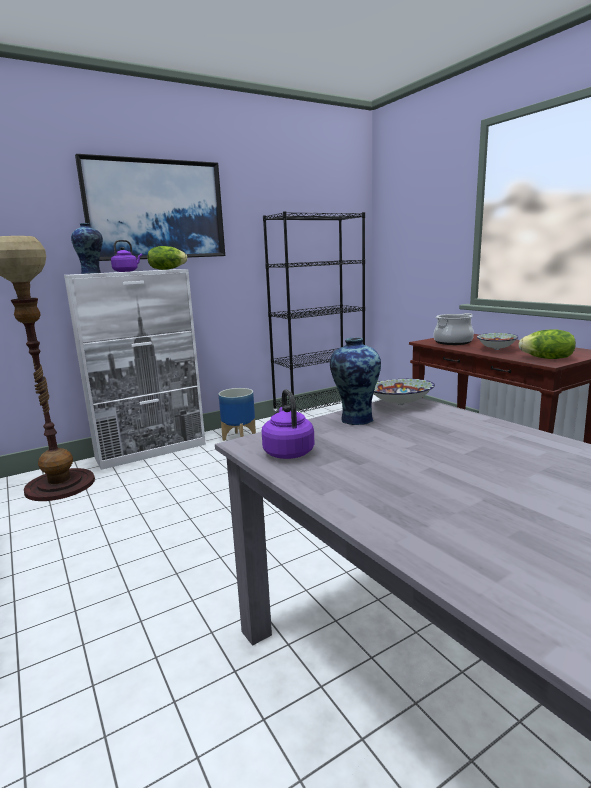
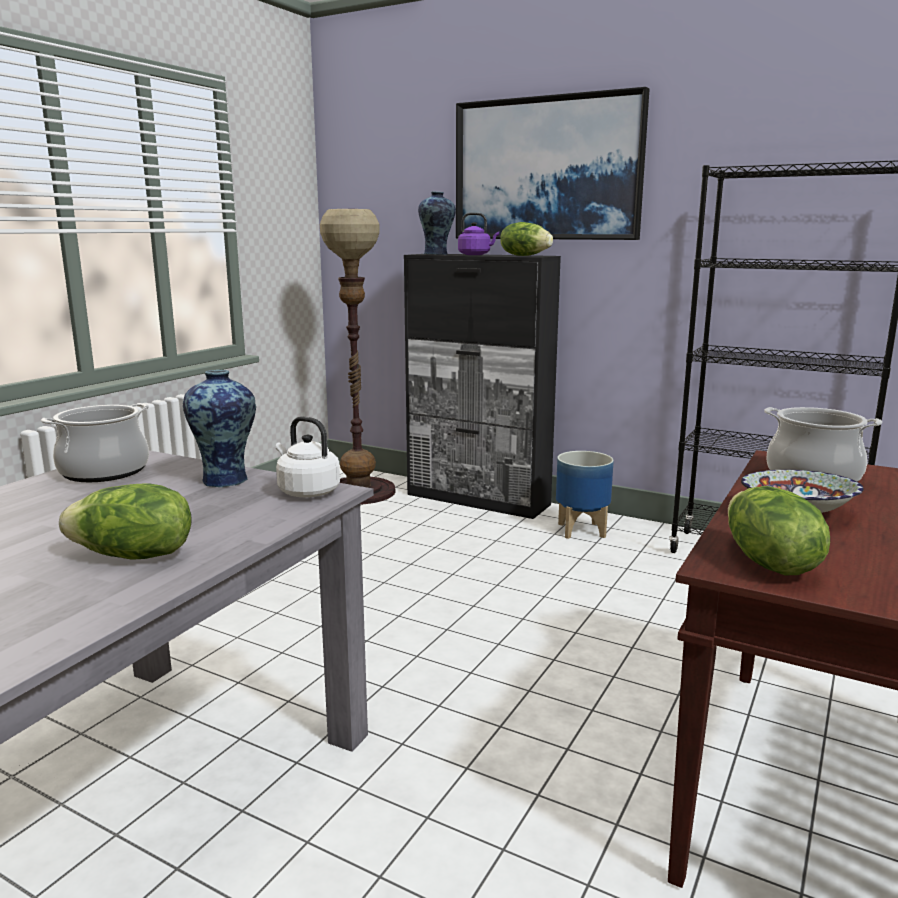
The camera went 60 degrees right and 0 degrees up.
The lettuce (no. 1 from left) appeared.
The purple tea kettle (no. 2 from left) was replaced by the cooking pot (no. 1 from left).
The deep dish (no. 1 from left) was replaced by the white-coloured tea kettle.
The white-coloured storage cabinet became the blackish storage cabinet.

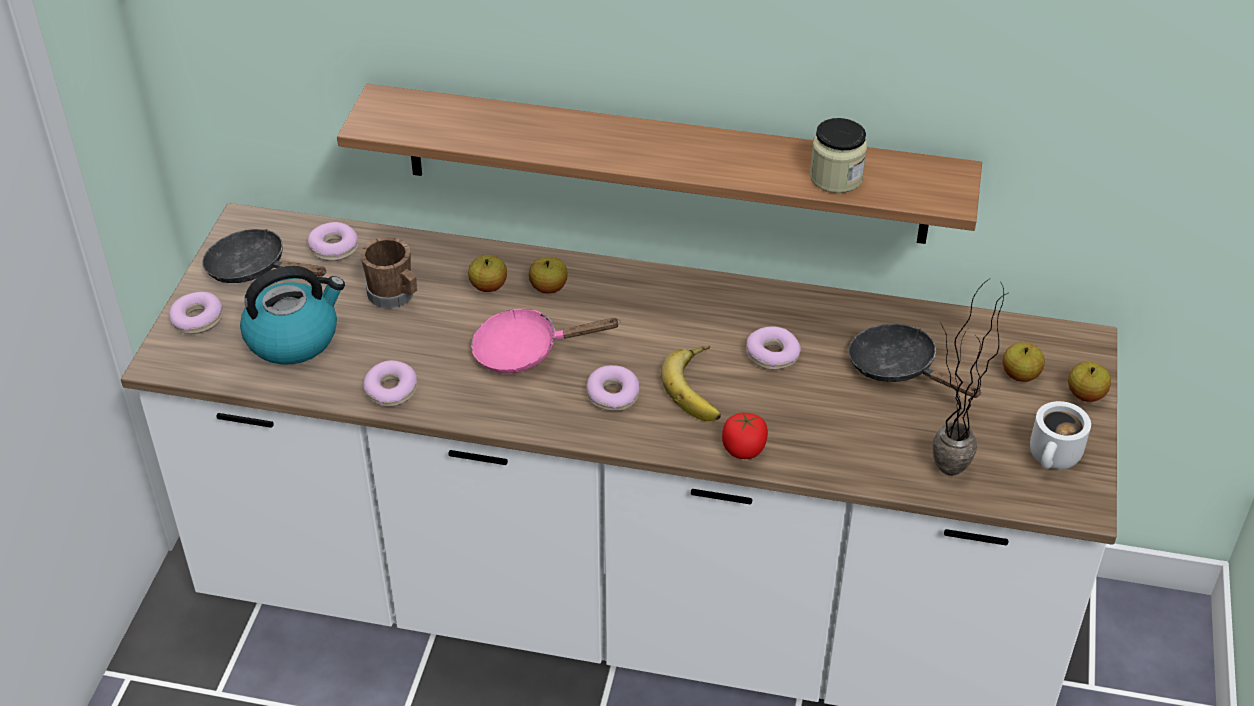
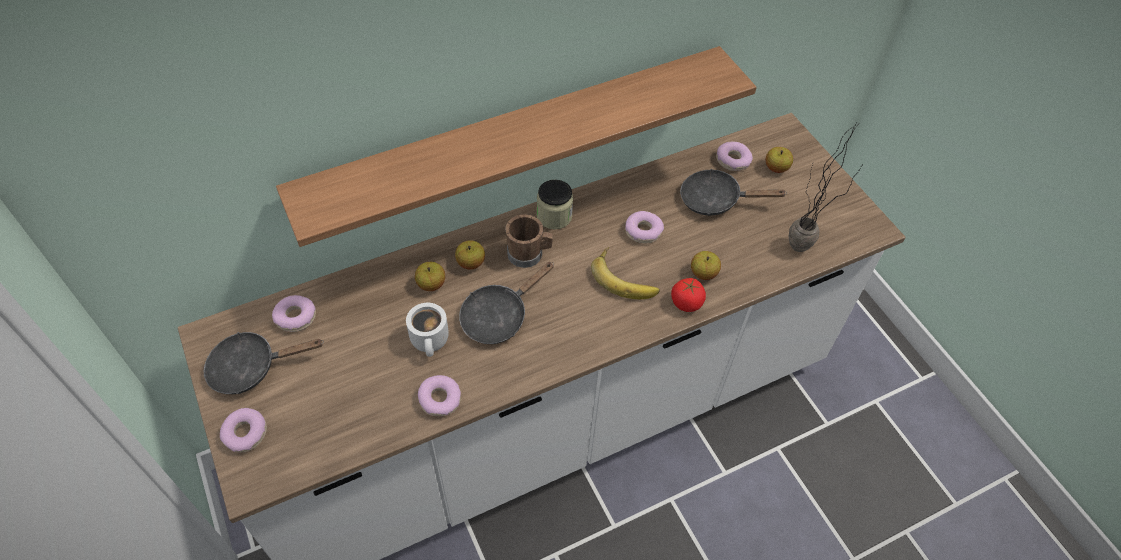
The camera went 40 degrees left and 10 degrees up.
The tea kettle disappeared.
The brown-coloured tea mug moved.
The ring doughnut (no. 4 from left in the first image) moved.
The preserve jar moved.
The white-coloured tea mug moved.
The whole apple (no. 4 from left in the first image) moved.
The pinkish frying pan became the blackish frying pan (no. 2 from left).

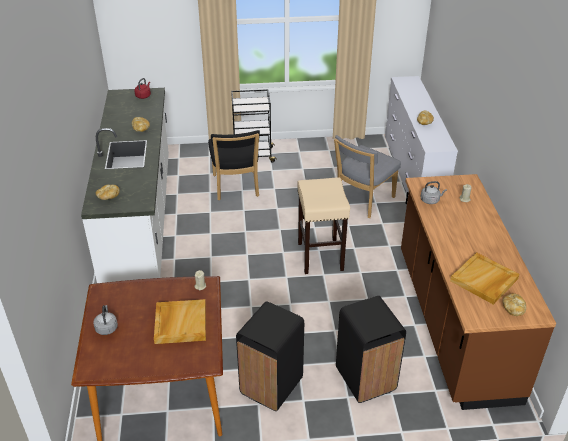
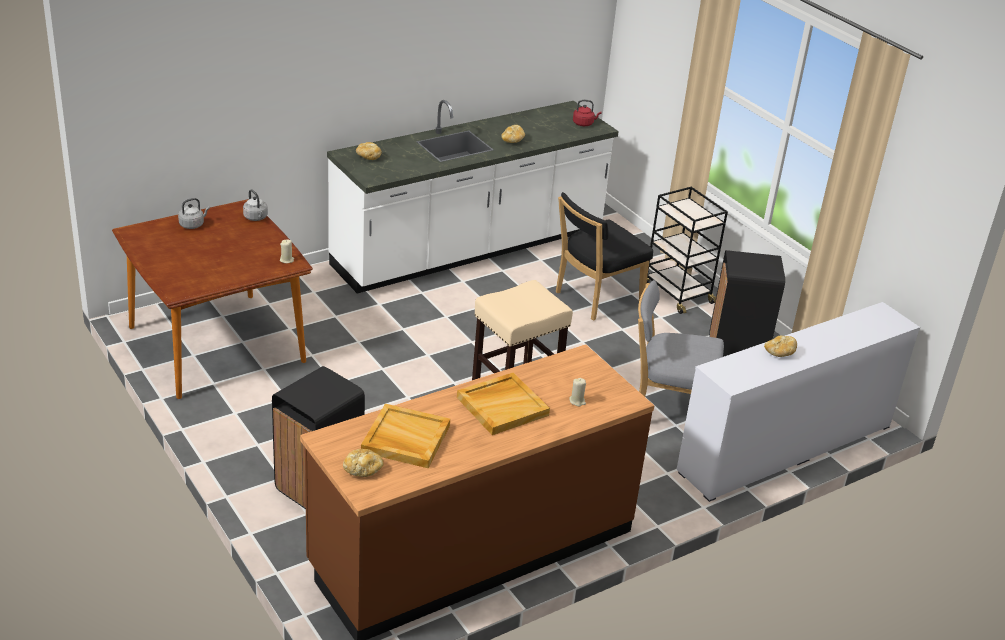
The camera went 60 degrees right and 5 degrees down.
The beige-coloured tray (no. 1 from left in the first image) moved.
The blackish waste bin (no. 1 from left in the first image) moved.
The grey tea kettle (no. 2 from left) moved.

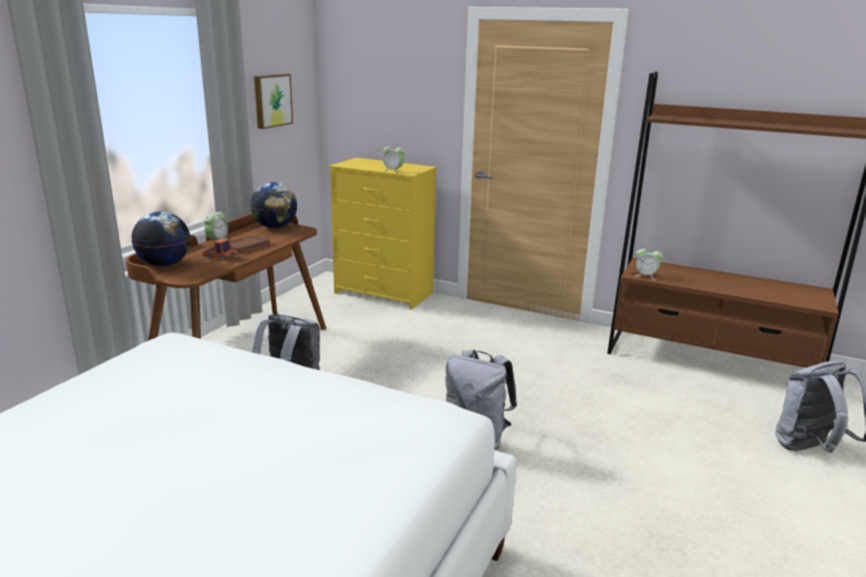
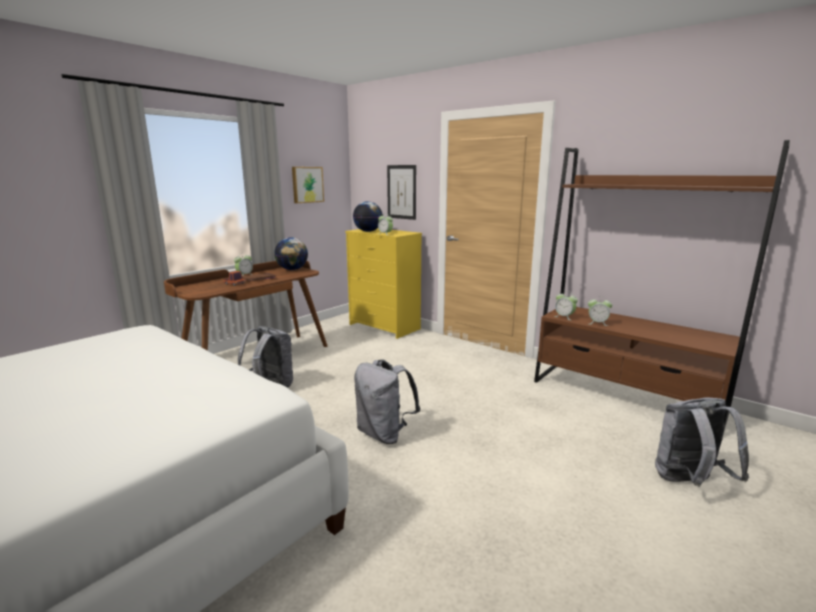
The camera went 15 degrees right and 5 degrees down.
The wall art (no. 2 from left) appeared.
The alarm clock (no. 4 from left) appeared.
The desk globe (no. 1 from left in the first image) moved.

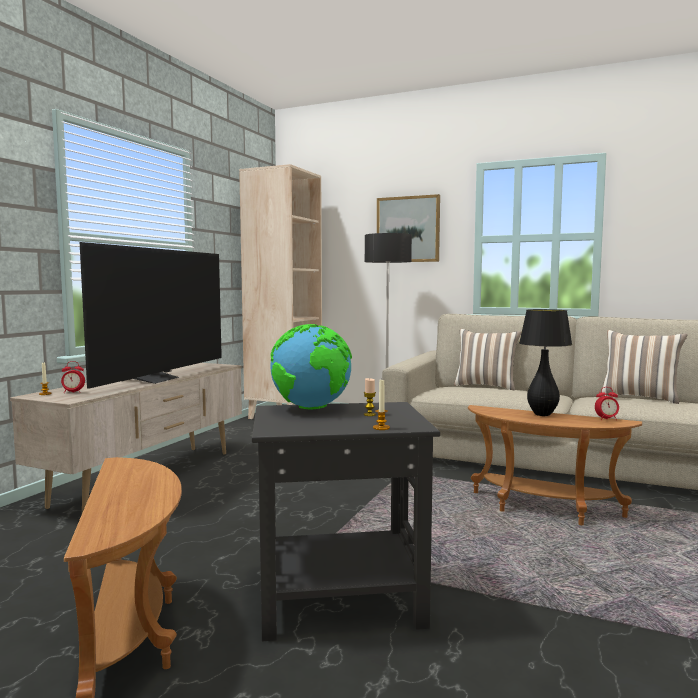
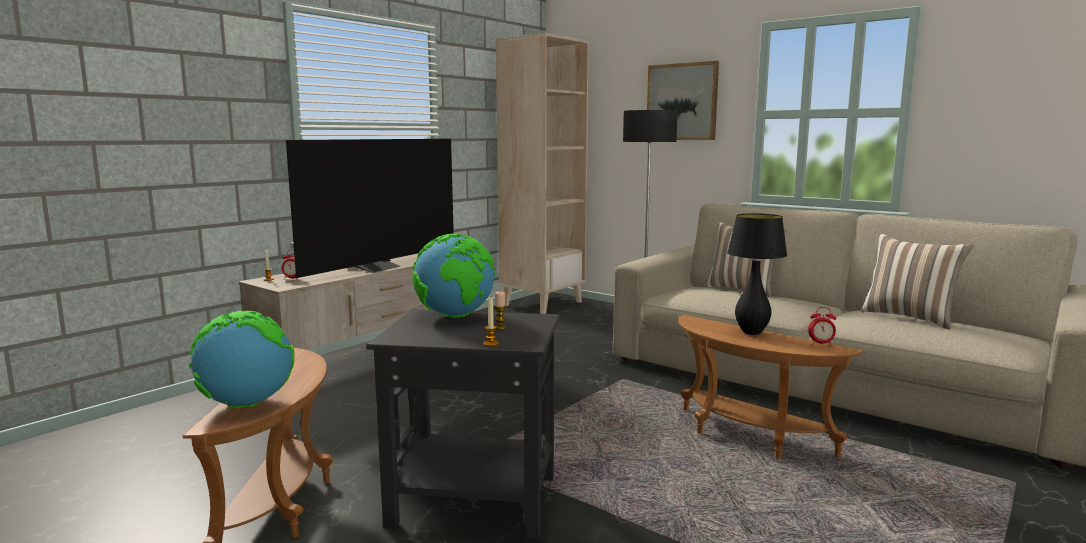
The camera went 15 degrees right and 5 degrees up.
The desk globe (no. 1 from left) appeared.

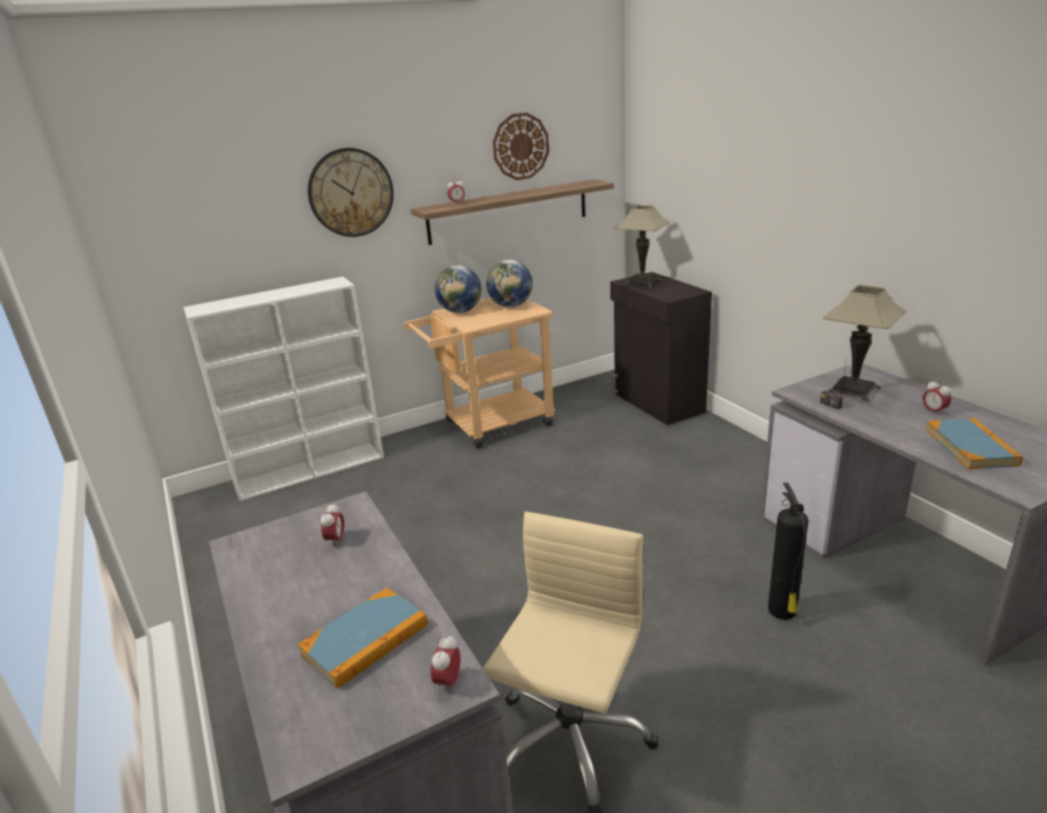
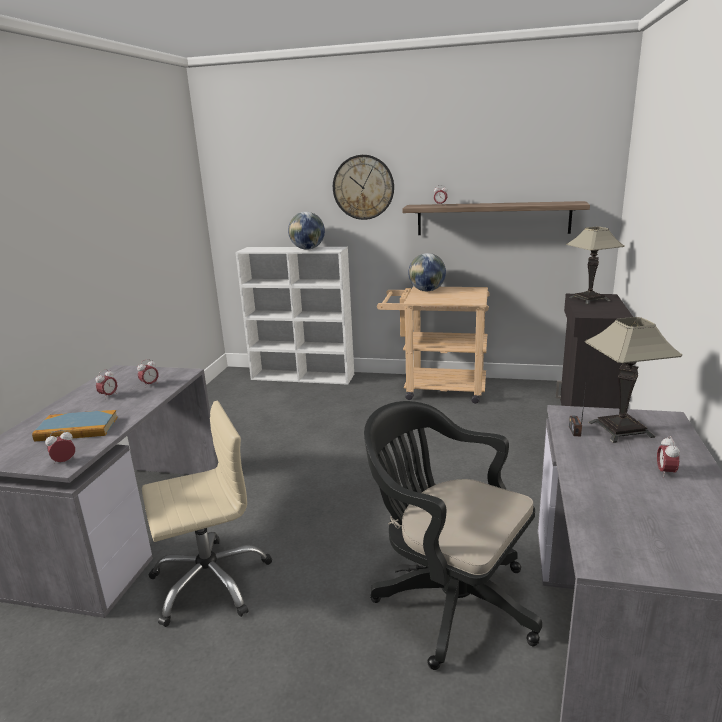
The camera went 40 degrees right and 5 degrees down.
The clock on the wall (no. 2 from left) disappeared.
The bound book (no. 2 from left) disappeared.
The alarm clock (no. 2 from left) appeared.
The desk globe (no. 2 from left in the first image) moved.
The fire extinguisher was replaced by the blackish office chair.

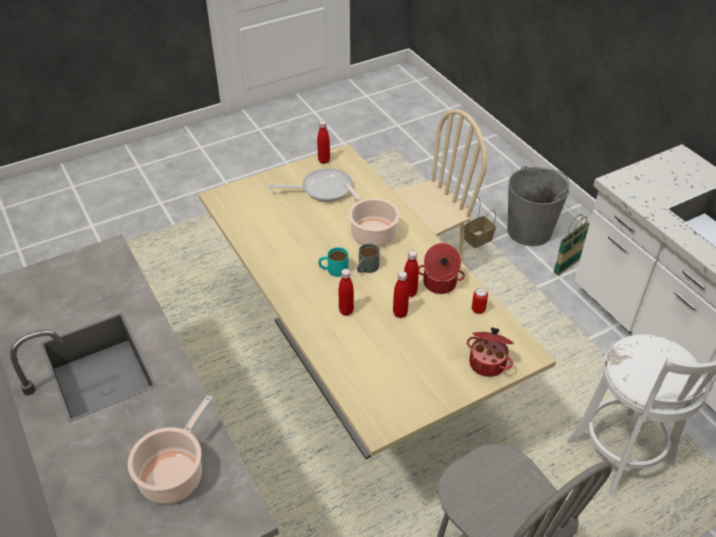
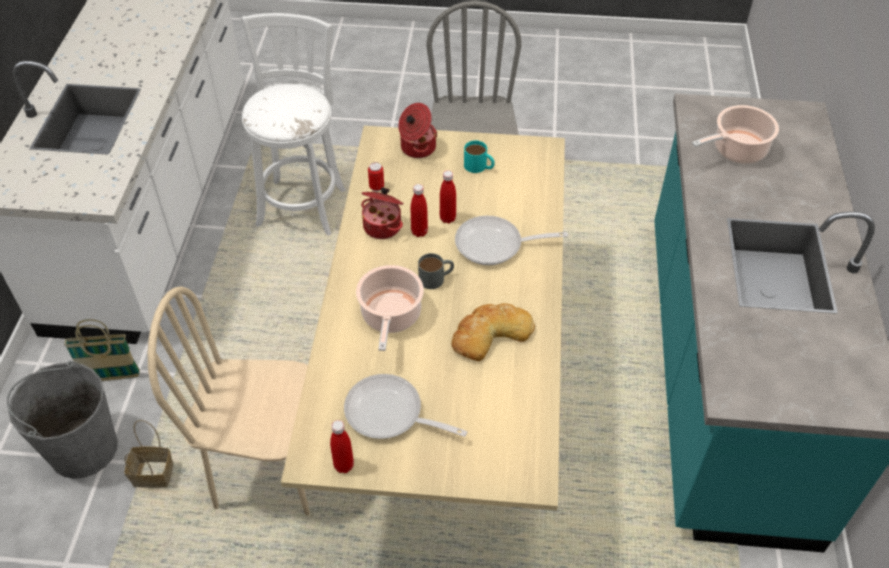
The camera went 145 degrees left and 5 degrees up.
The baked bread appeared.
The blue-green tea mug moved.
The red beverage bottle (no. 2 from left) was replaced by the frying pan (no. 2 from left).

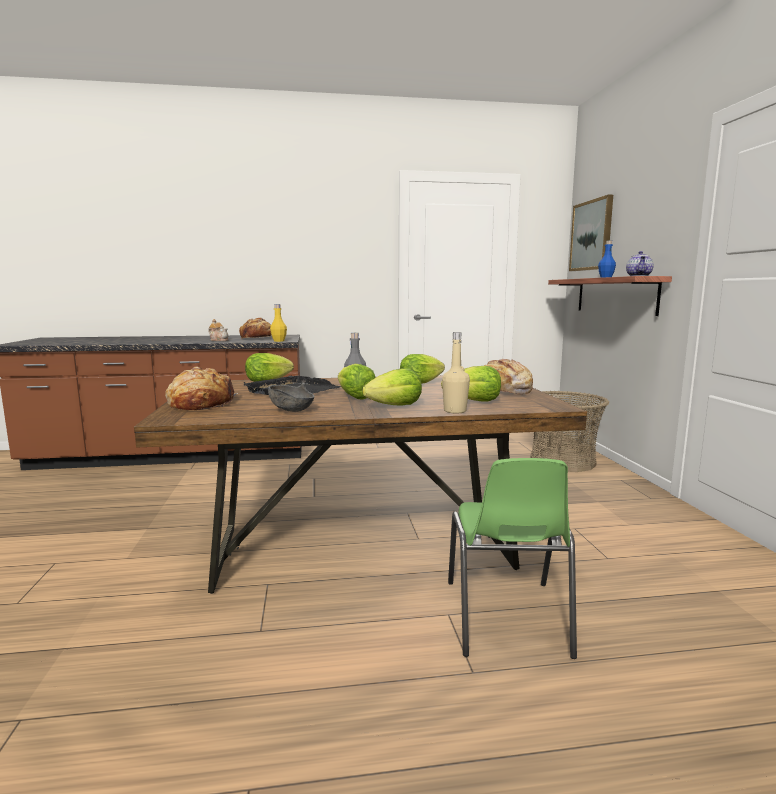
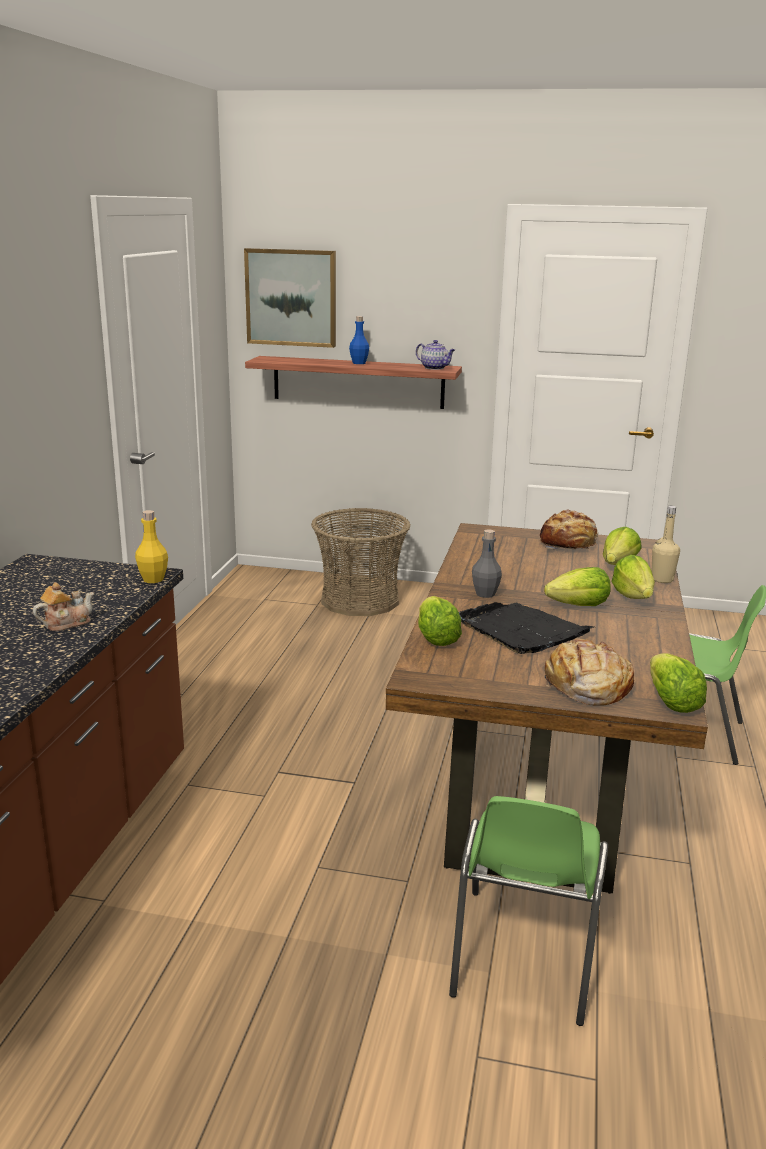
The camera went 70 degrees left and 10 degrees up.
The baked bread (no. 2 from left) disappeared.
The grey deep dish disappeared.
The green-coloured plain chair (no. 1 from left) appeared.
The lettuce (no. 4 from left in the first image) moved.

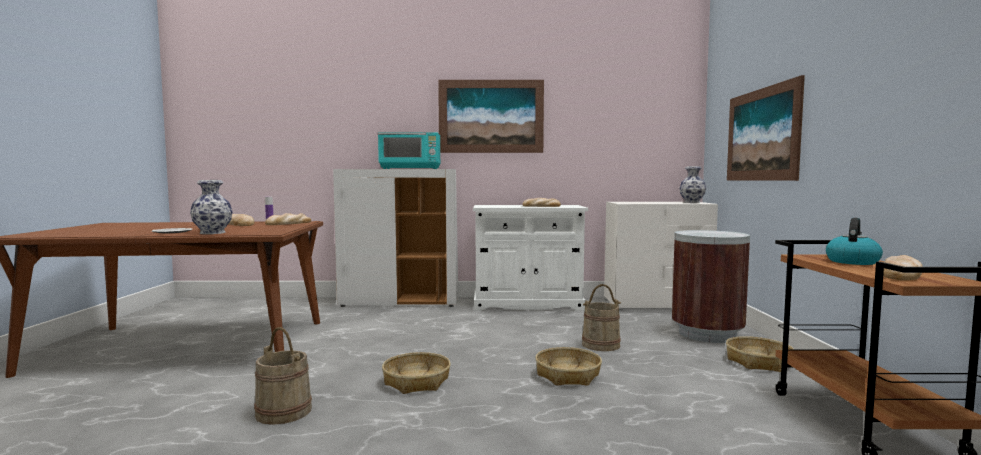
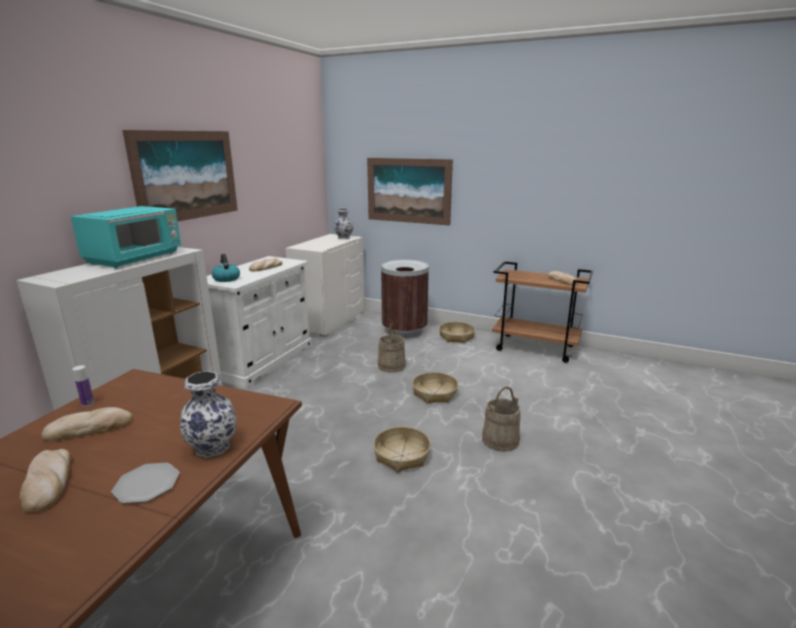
The camera went 65 degrees left and 15 degrees up.
The beige-coloured bucket (no. 1 from left in the first image) moved.
The baked bread (no. 2 from left in the first image) moved.
The tea kettle moved.

